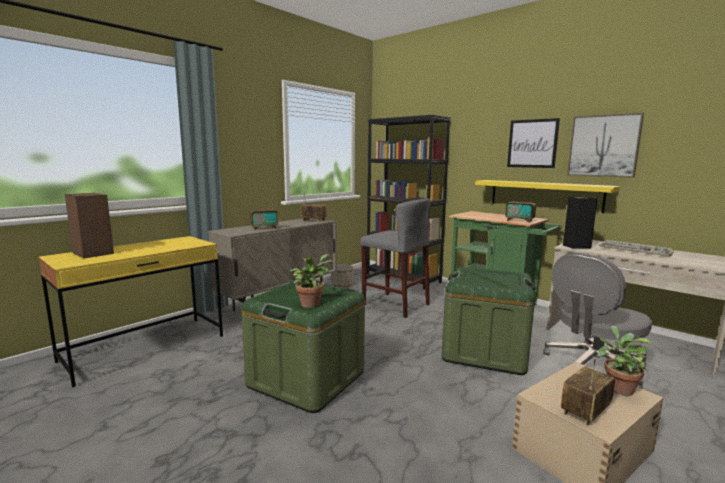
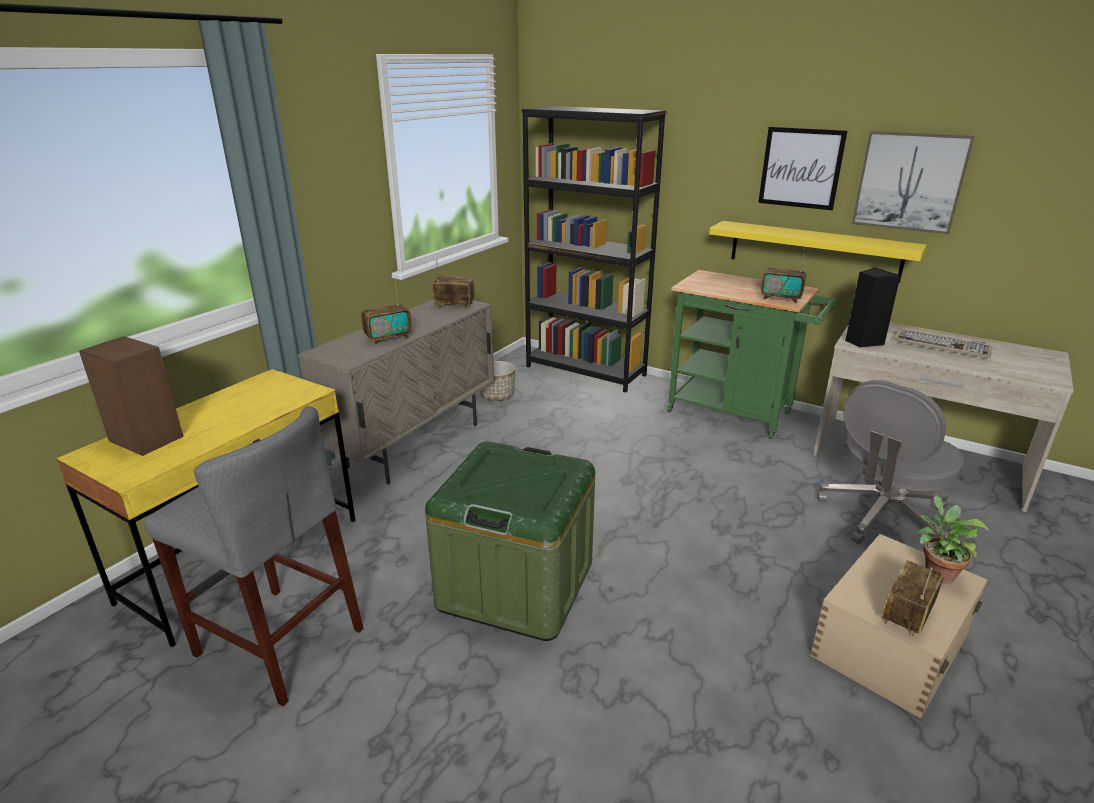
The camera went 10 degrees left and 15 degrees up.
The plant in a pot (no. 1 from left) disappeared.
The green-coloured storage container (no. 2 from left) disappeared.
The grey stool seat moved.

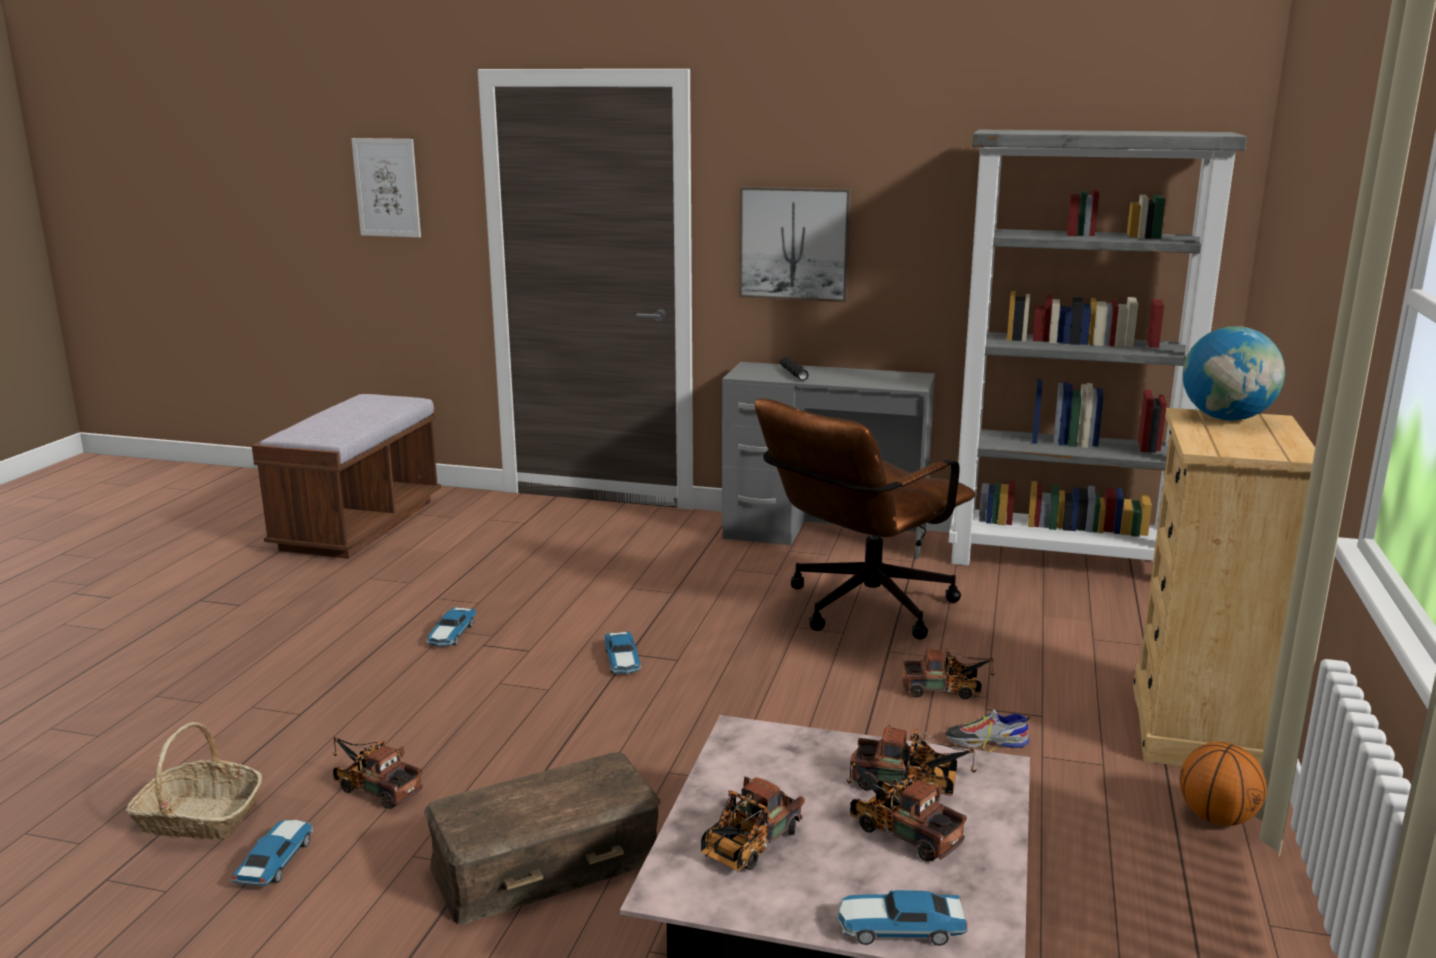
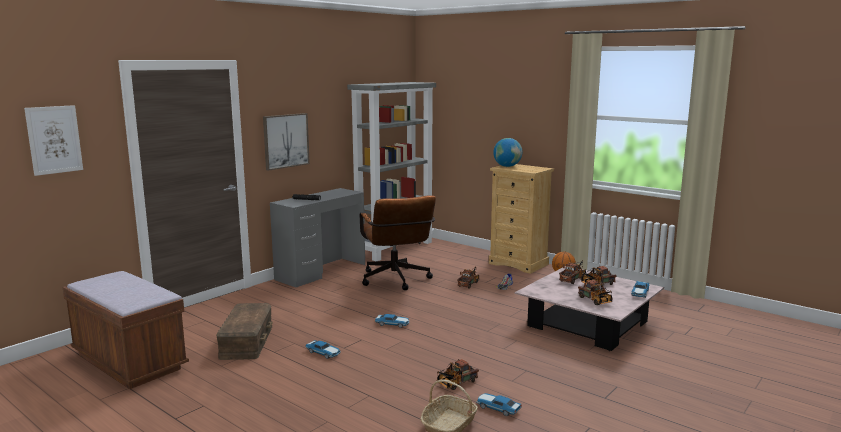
The camera went 65 degrees left and 5 degrees down.
The brown-coloured storage container moved.

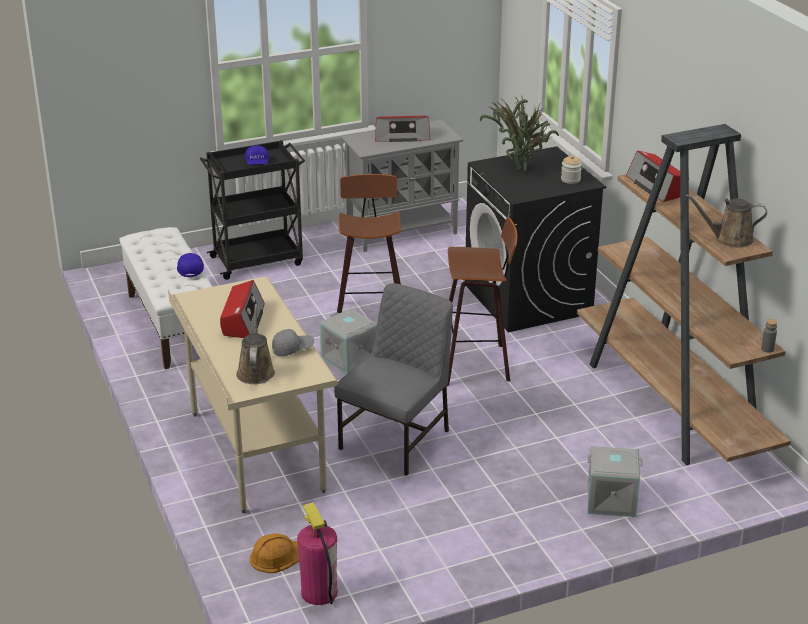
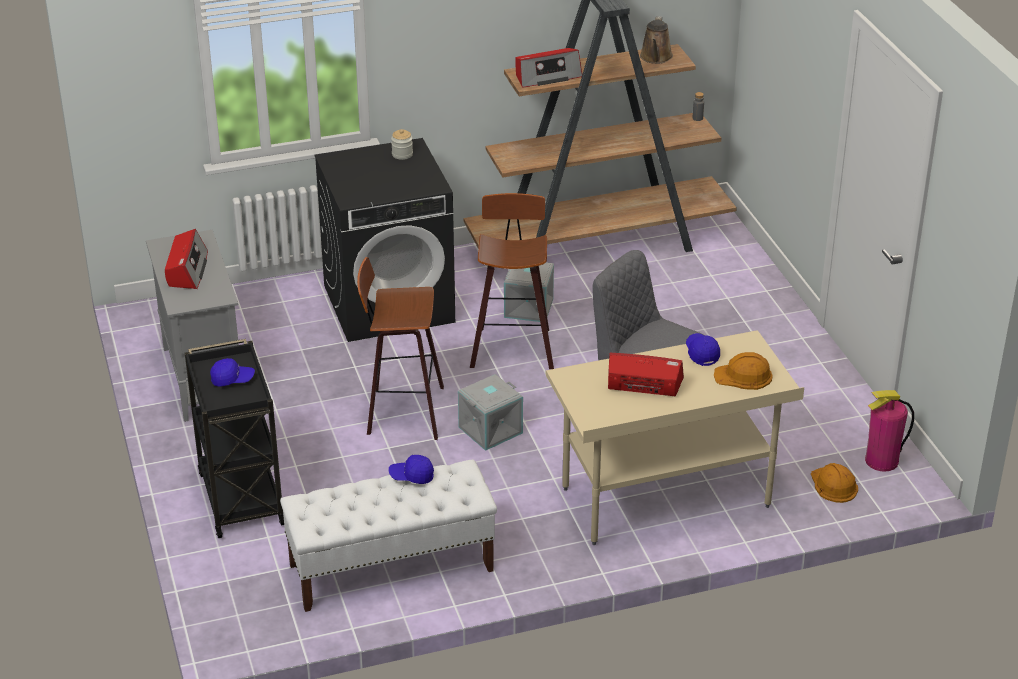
The camera went 85 degrees left and 5 degrees up.
The plant in a pot disappeared.
The grey storage container (no. 2 from left) moved.
The brown-coloured watering pot (no. 1 from left) was replaced by the orange work helmet (no. 1 from left).
The grey cap became the bluish cap (no. 3 from left).

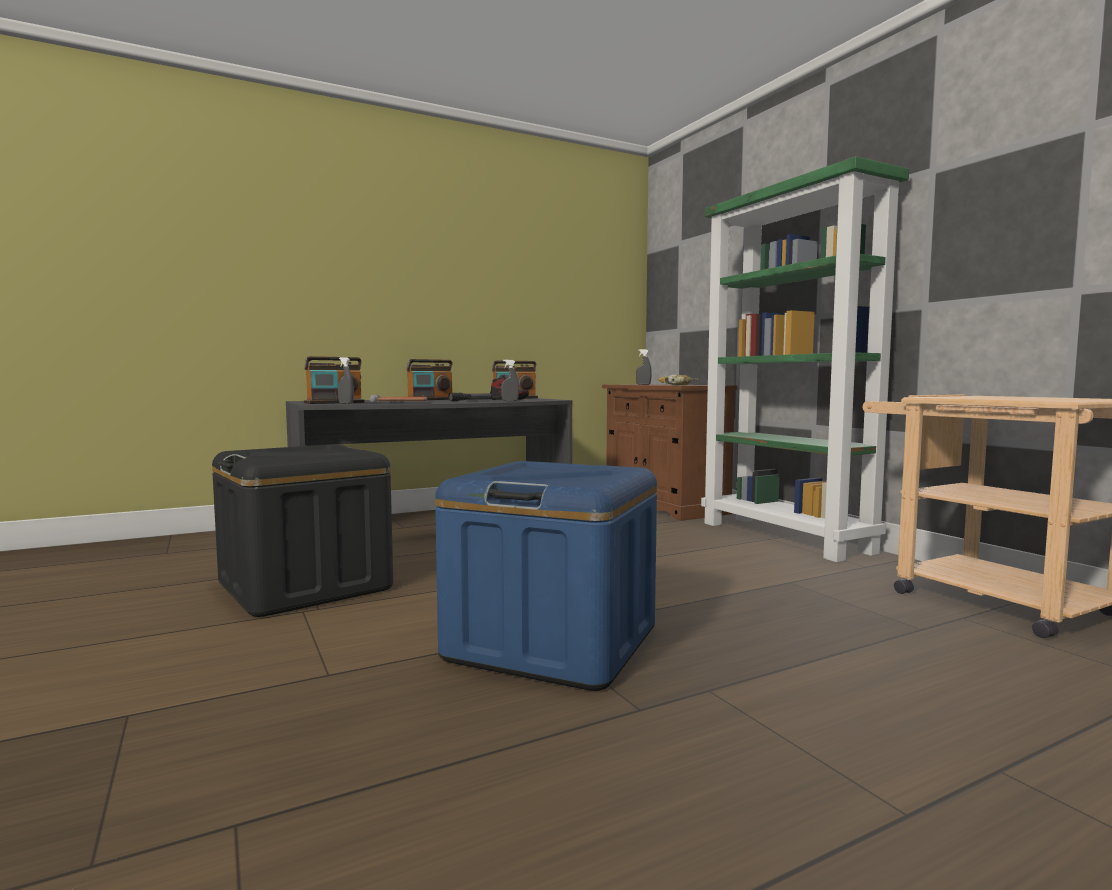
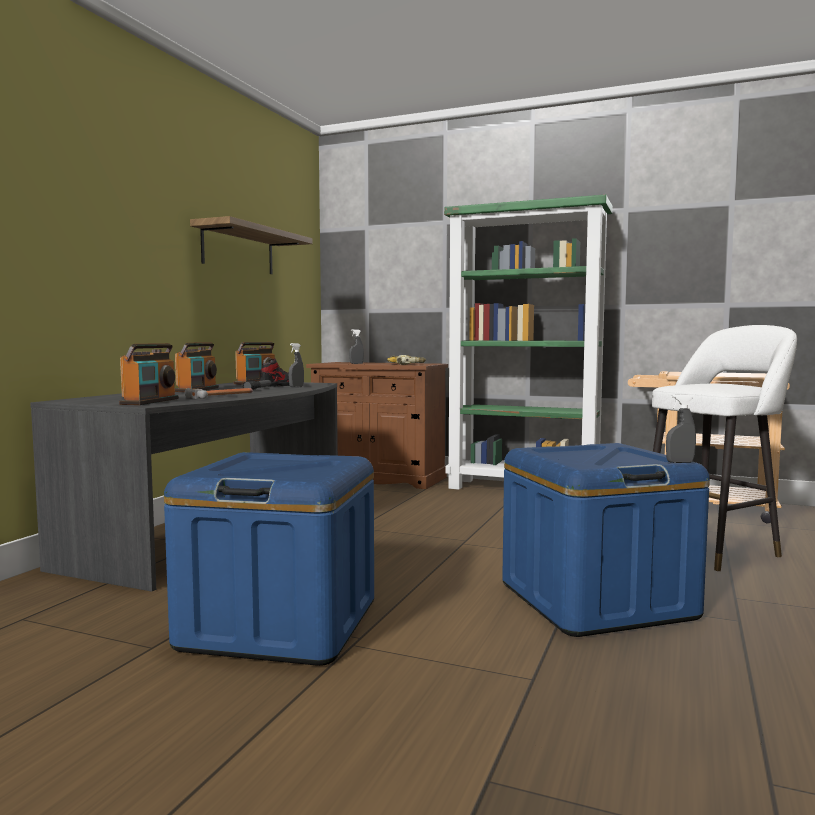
The camera went 40 degrees left and 0 degrees up.
The wall shelf appeared.
The white-coloured stool seat appeared.
The grey hand sprayer (no. 1 from left in the first image) moved.
The blackish storage container became the bluish storage container (no. 1 from left).

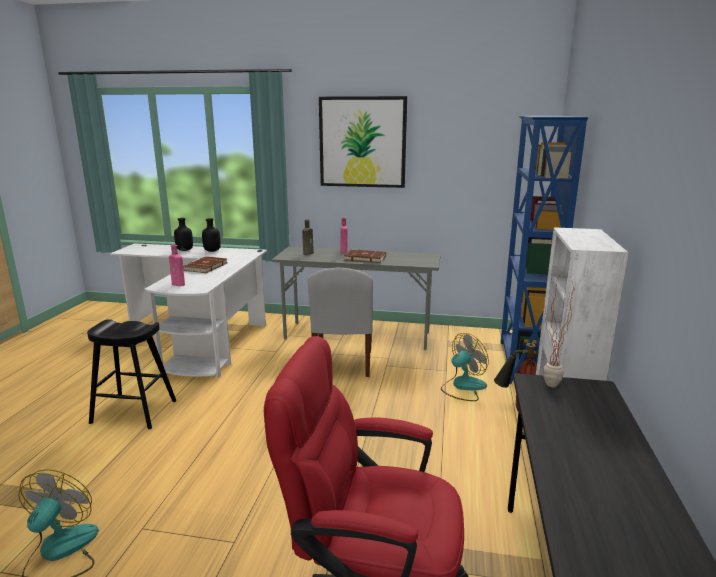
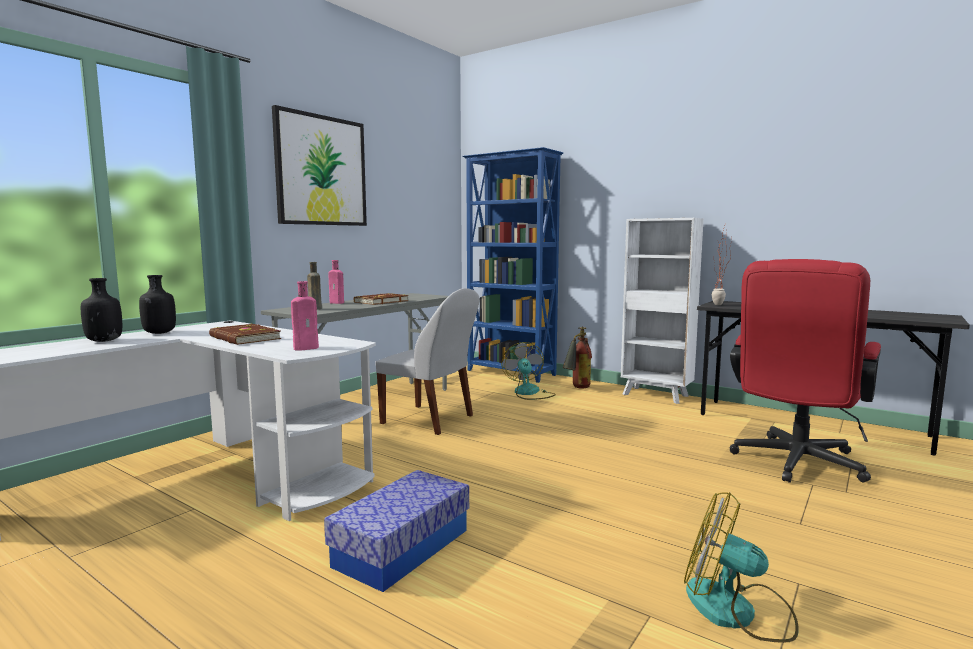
The camera went 65 degrees left and 10 degrees down.
The blackish stool seat was replaced by the storage container.

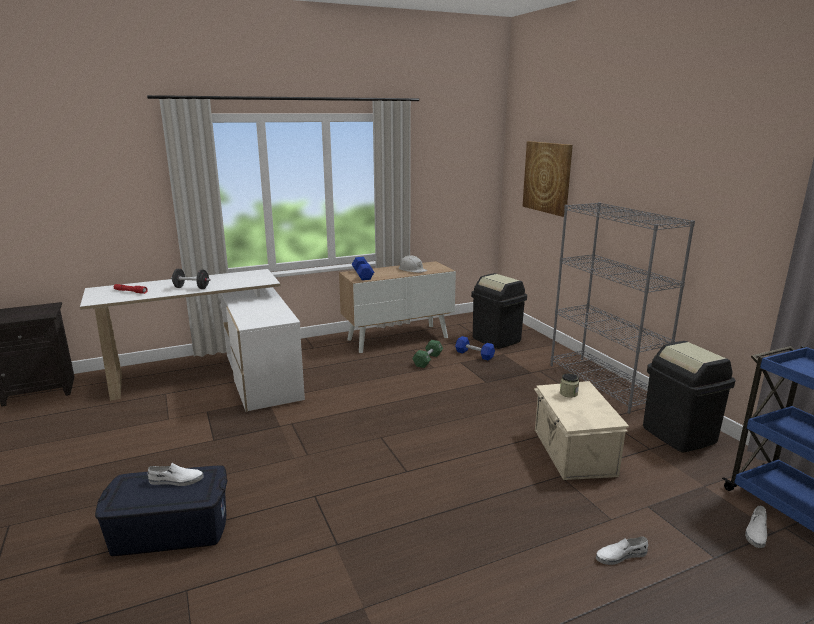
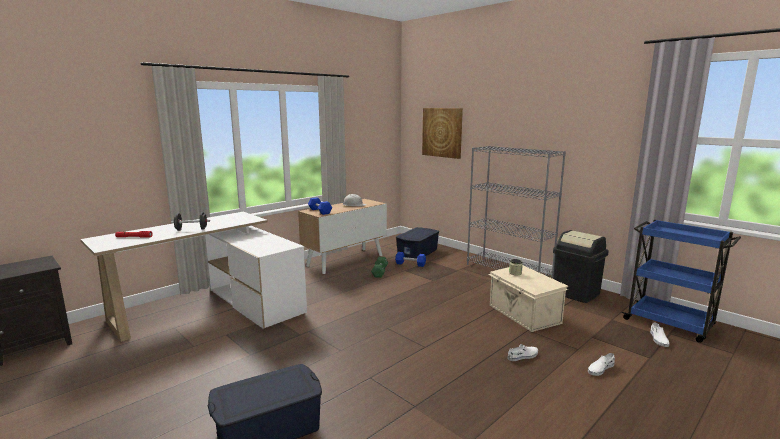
The camera went 20 degrees left and 5 degrees down.
The white-coloured shoe (no. 1 from left) moved.
The blackish waste bin (no. 1 from left) was replaced by the bluish storage container (no. 2 from left).

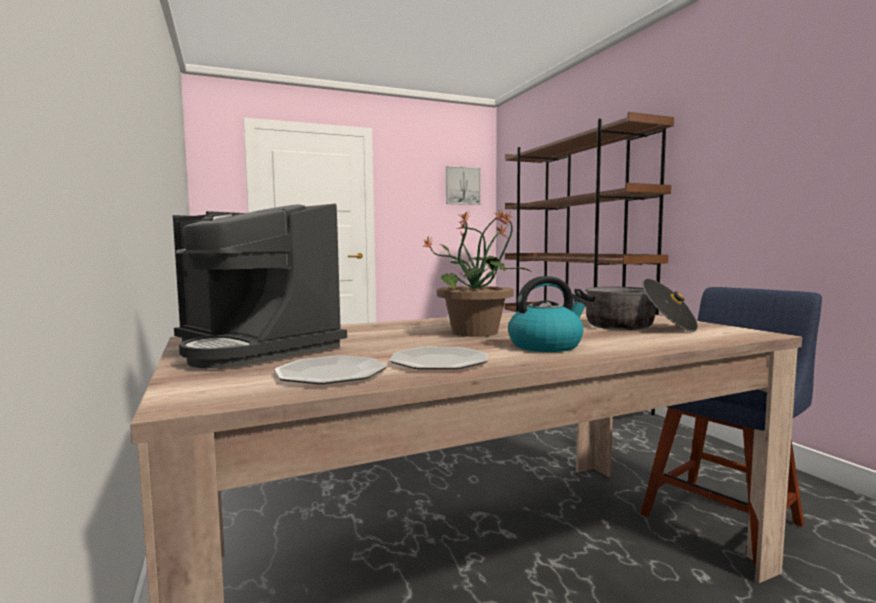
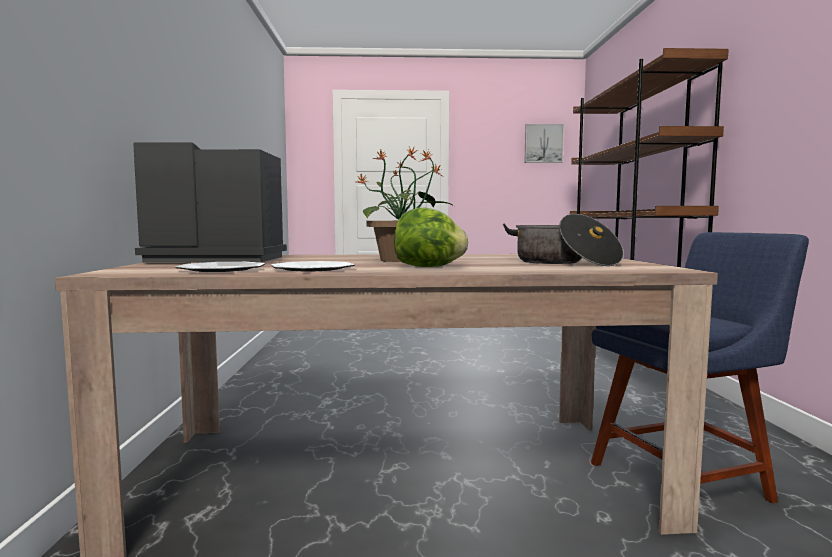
The camera went 20 degrees right and 0 degrees up.
The tea kettle was replaced by the lettuce.
The coffee machine turned 120 degrees clockwise.

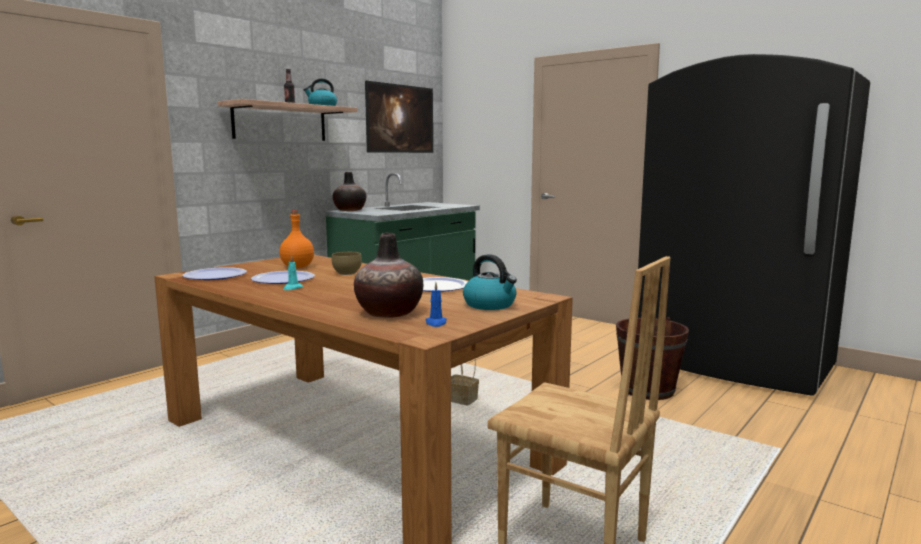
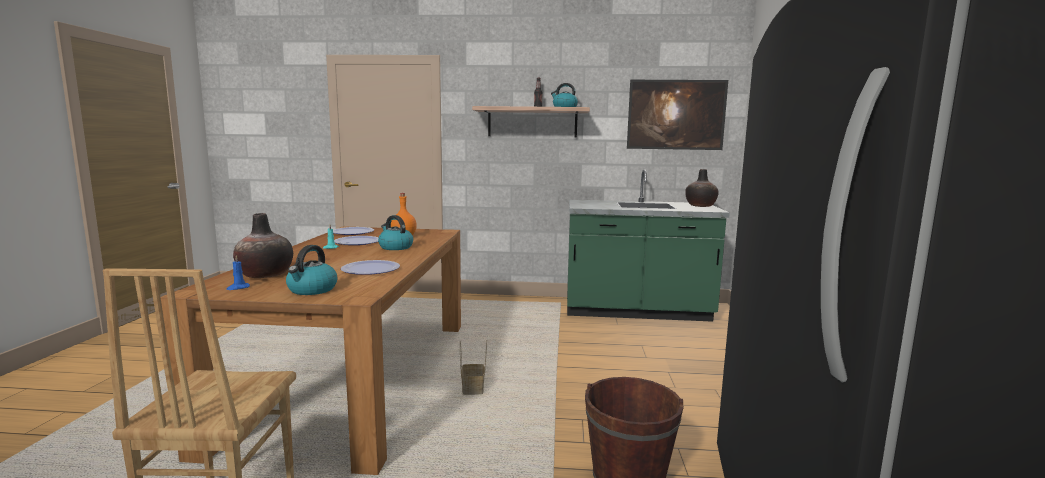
The camera went 55 degrees right and 0 degrees up.
The vase (no. 1 from left in the first image) moved.
The brown-coloured deep dish was replaced by the tea kettle (no. 2 from left).

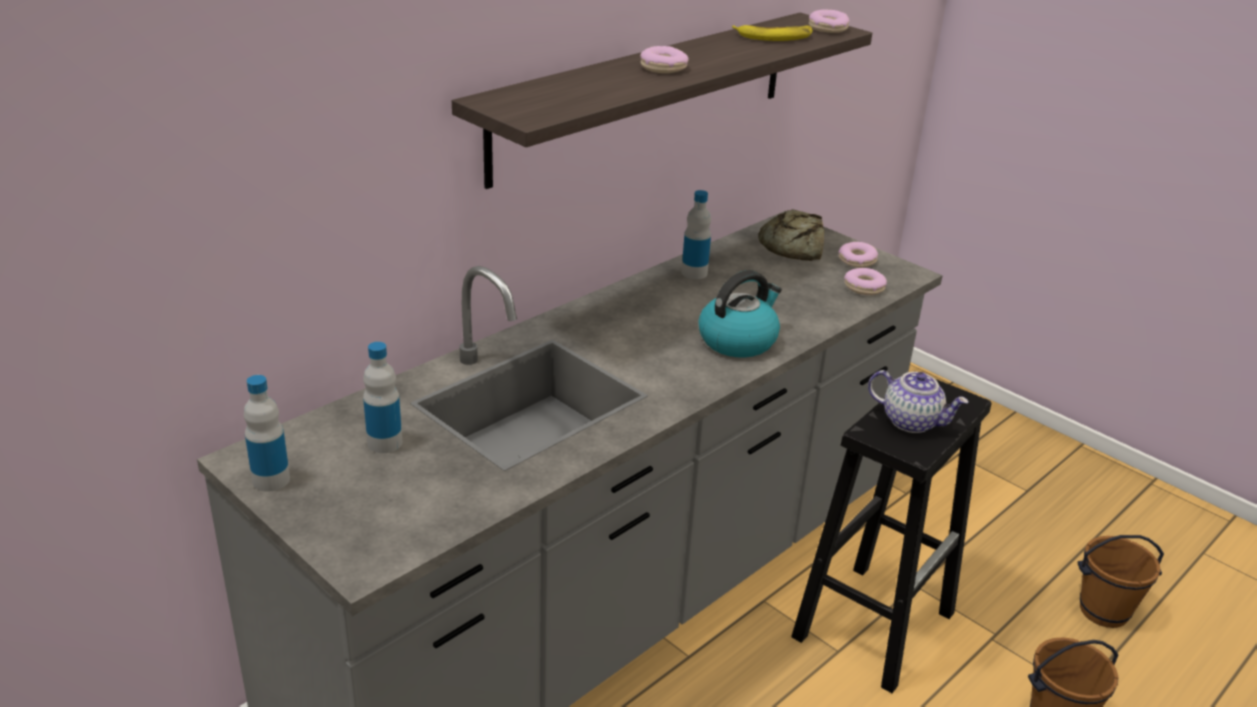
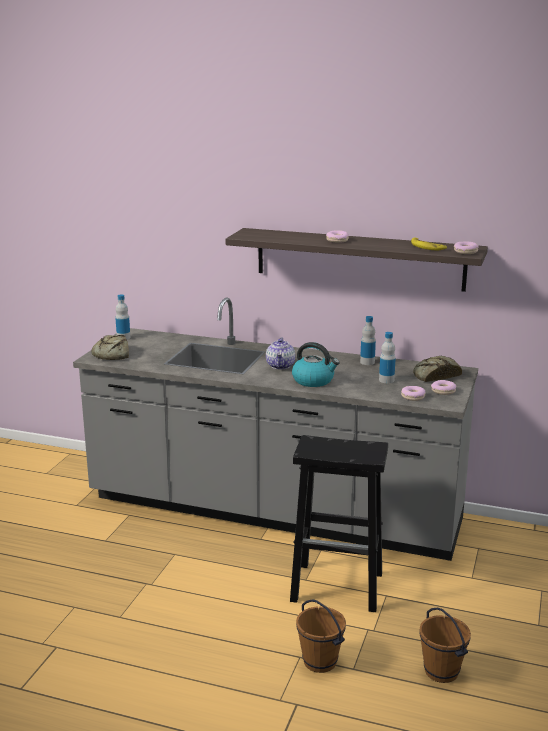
The camera went 65 degrees right and 10 degrees down.
The baked bread (no. 1 from left) appeared.
The beverage bottle (no. 2 from left in the first image) moved.
The tea pot moved.

